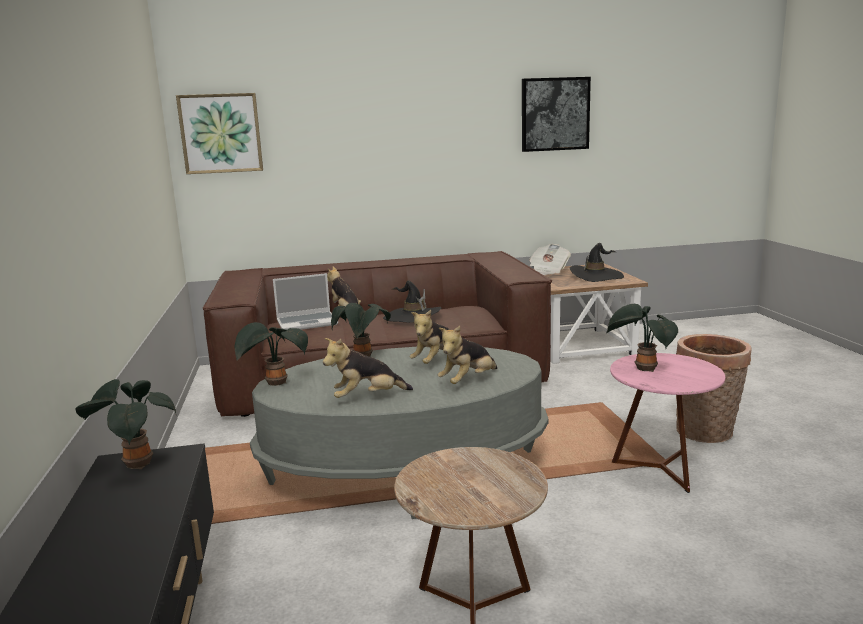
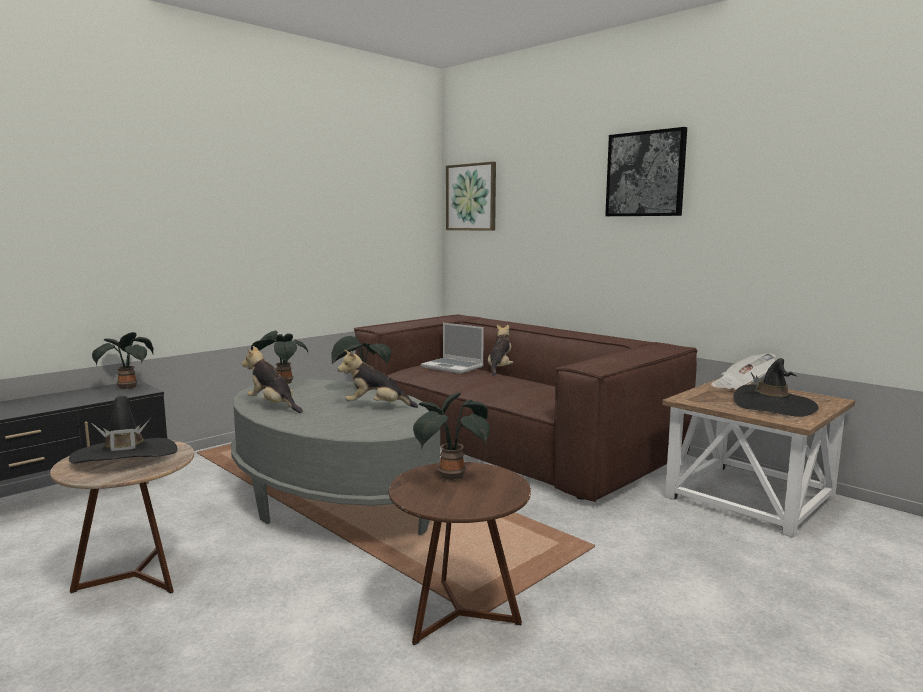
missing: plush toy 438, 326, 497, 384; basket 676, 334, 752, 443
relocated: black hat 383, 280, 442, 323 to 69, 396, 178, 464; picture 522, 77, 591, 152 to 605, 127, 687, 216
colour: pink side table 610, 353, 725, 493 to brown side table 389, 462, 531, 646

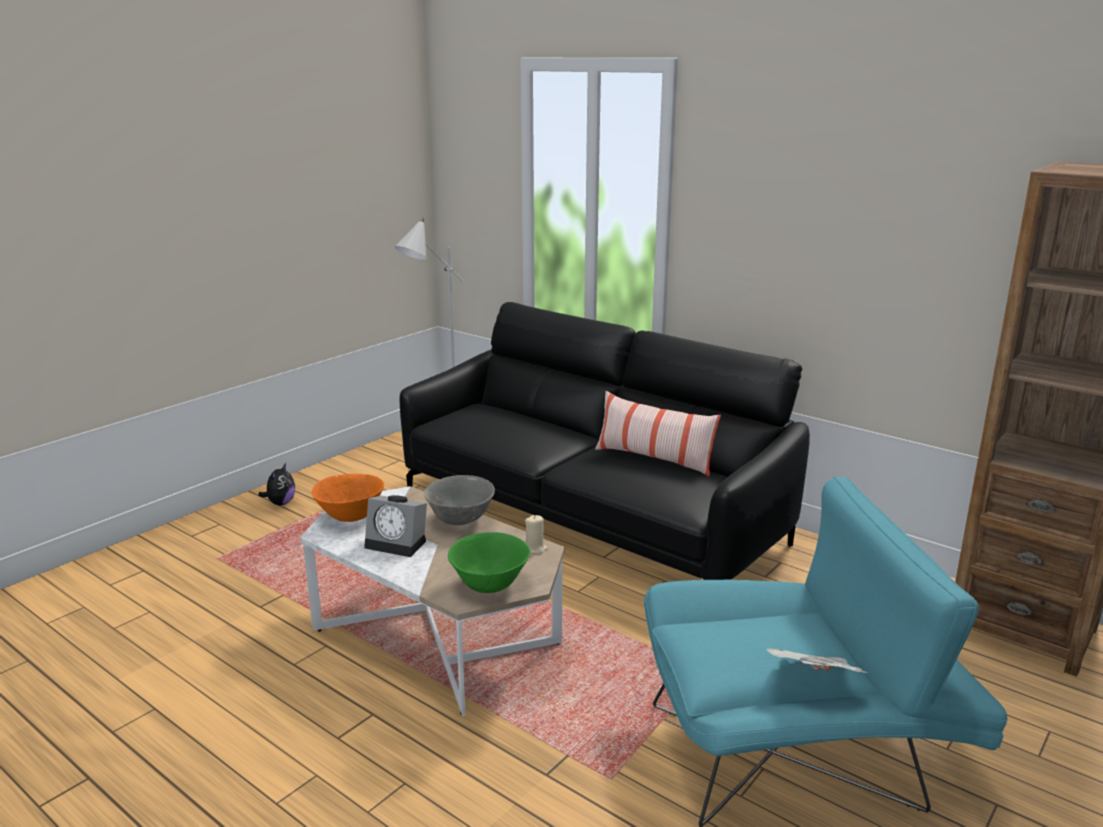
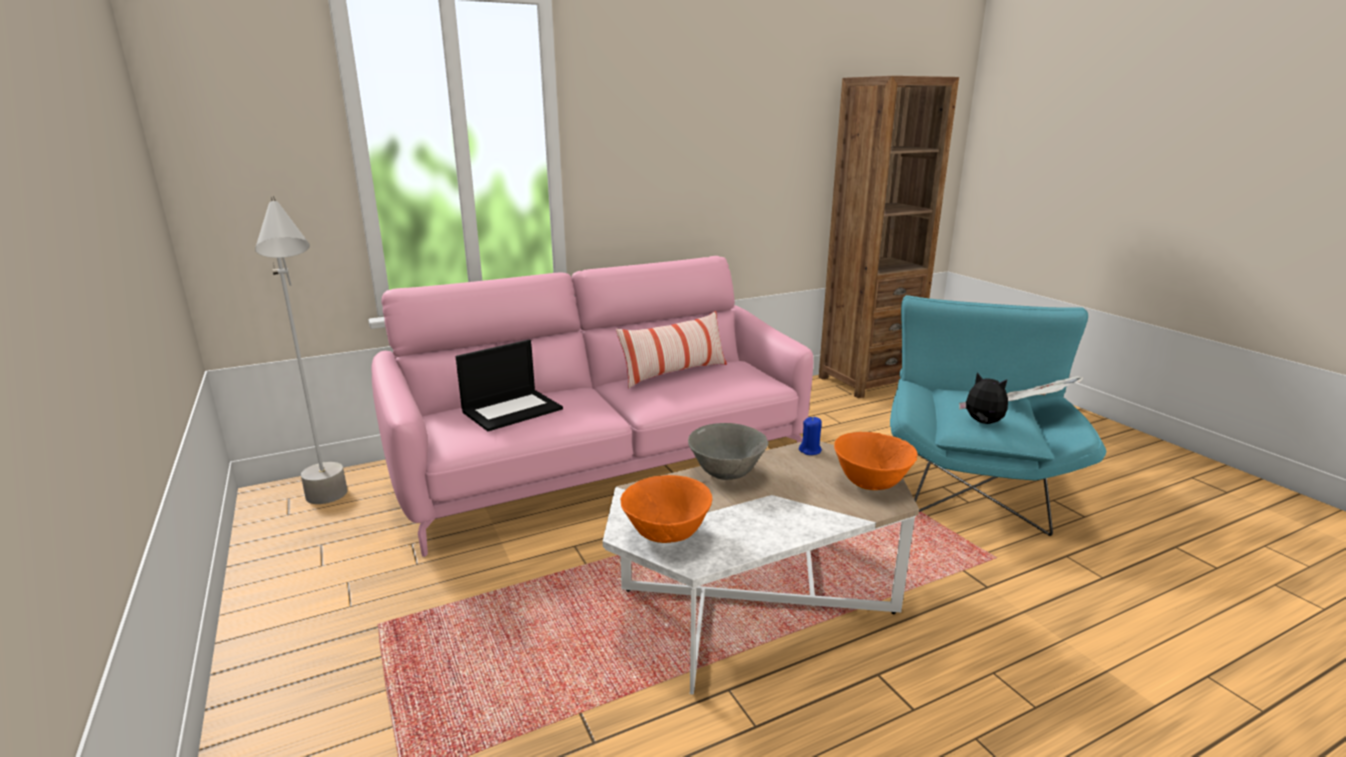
missing: alarm clock 364, 495, 427, 557
appeared: laptop 456, 340, 563, 431
relocated: plush toy 258, 463, 295, 505 to 959, 372, 1008, 424
colour: black sofa 400, 302, 810, 580 to pink sofa 372, 256, 813, 557; green bowl 448, 532, 531, 593 to orange bowl 834, 432, 917, 490; beige candle 525, 515, 548, 554 to blue candle 799, 417, 822, 455

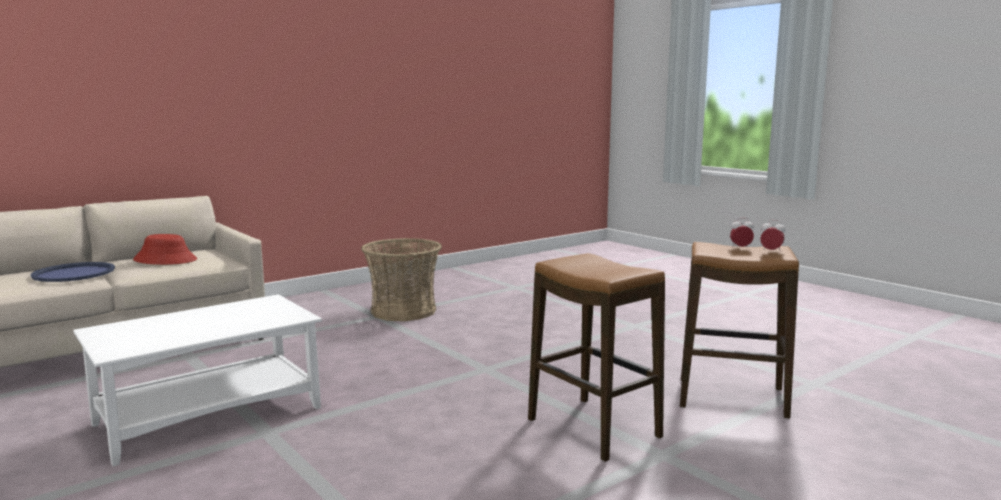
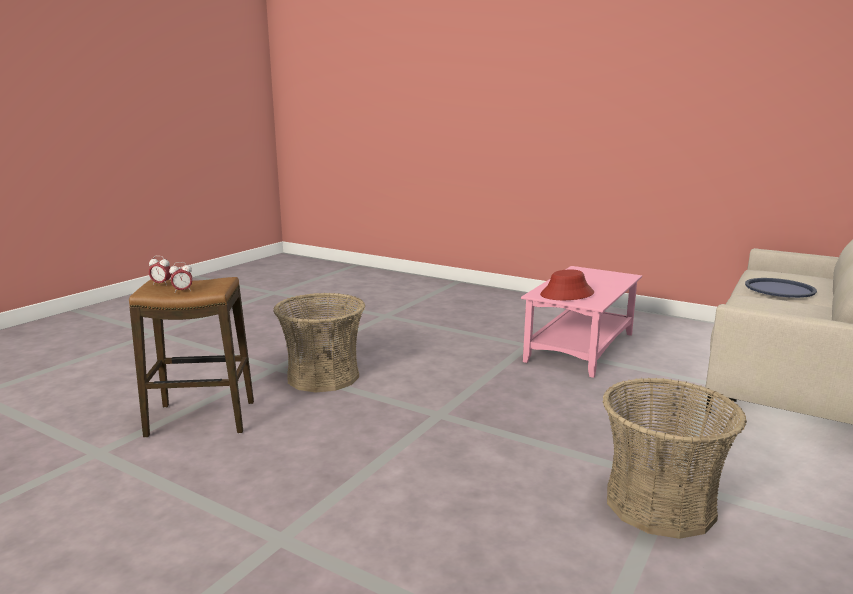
relocated: red hat 133, 234, 197, 265 to 540, 269, 594, 300
exchanged: stool 528, 253, 665, 462 to basket 273, 293, 365, 392
colour: white coffee table 73, 294, 322, 466 to pink coffee table 521, 266, 642, 378

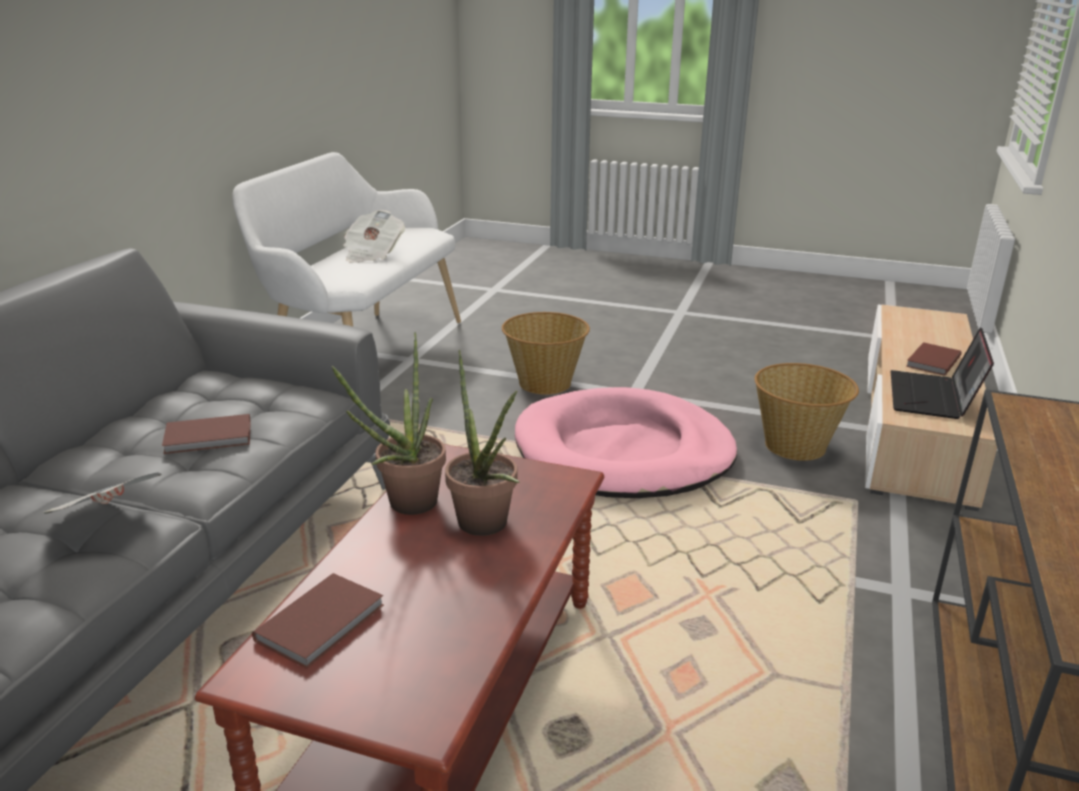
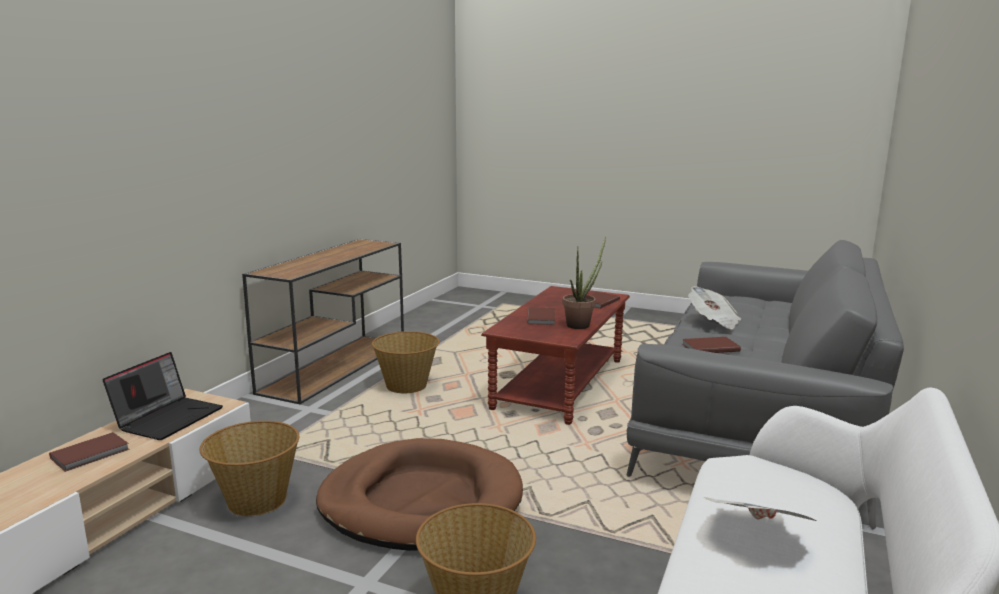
appeared: basket 372, 331, 440, 393
exchanged: potted plant 445, 350, 520, 536 to brown book 527, 307, 555, 325
colour: pink dog bed 515, 387, 737, 498 to brown dog bed 316, 438, 523, 551

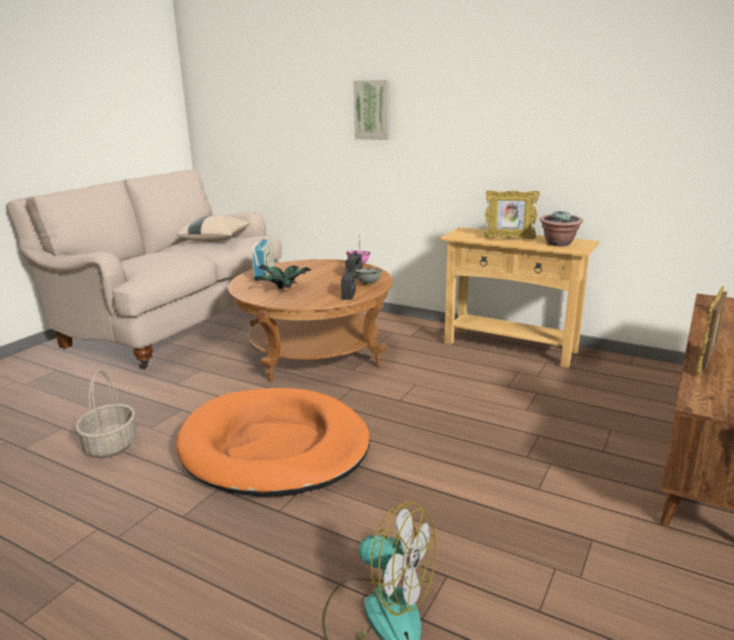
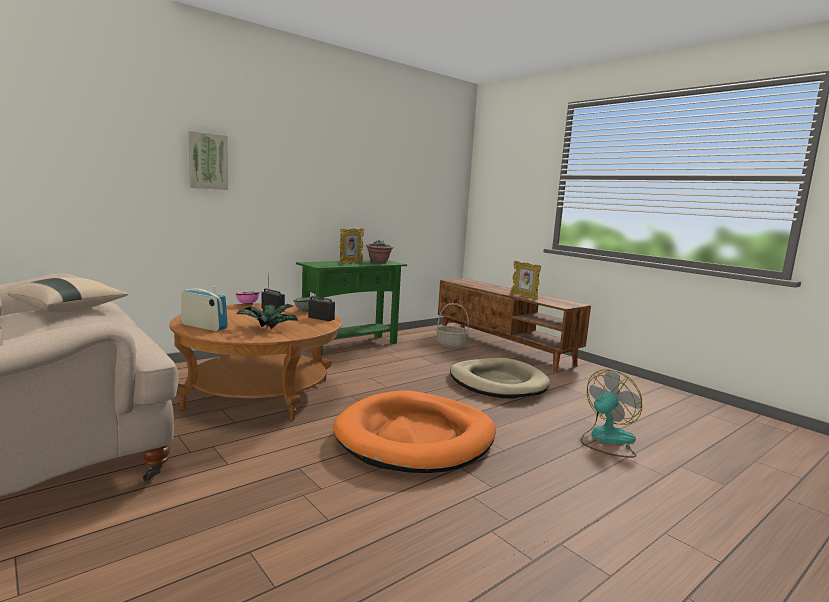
appeared: beige dog bed 450, 358, 550, 399
relocated: basket 75, 370, 136, 458 to 436, 303, 470, 349
colour: beige console table 439, 227, 599, 368 to green console table 296, 260, 407, 356

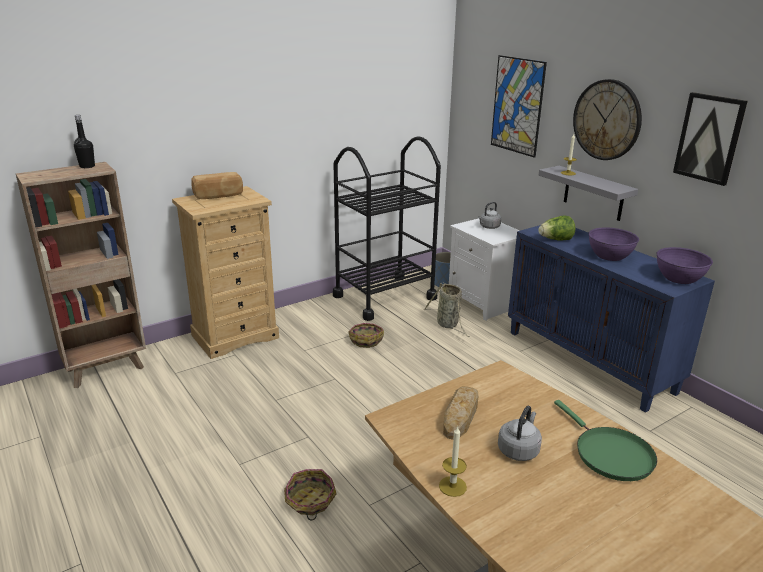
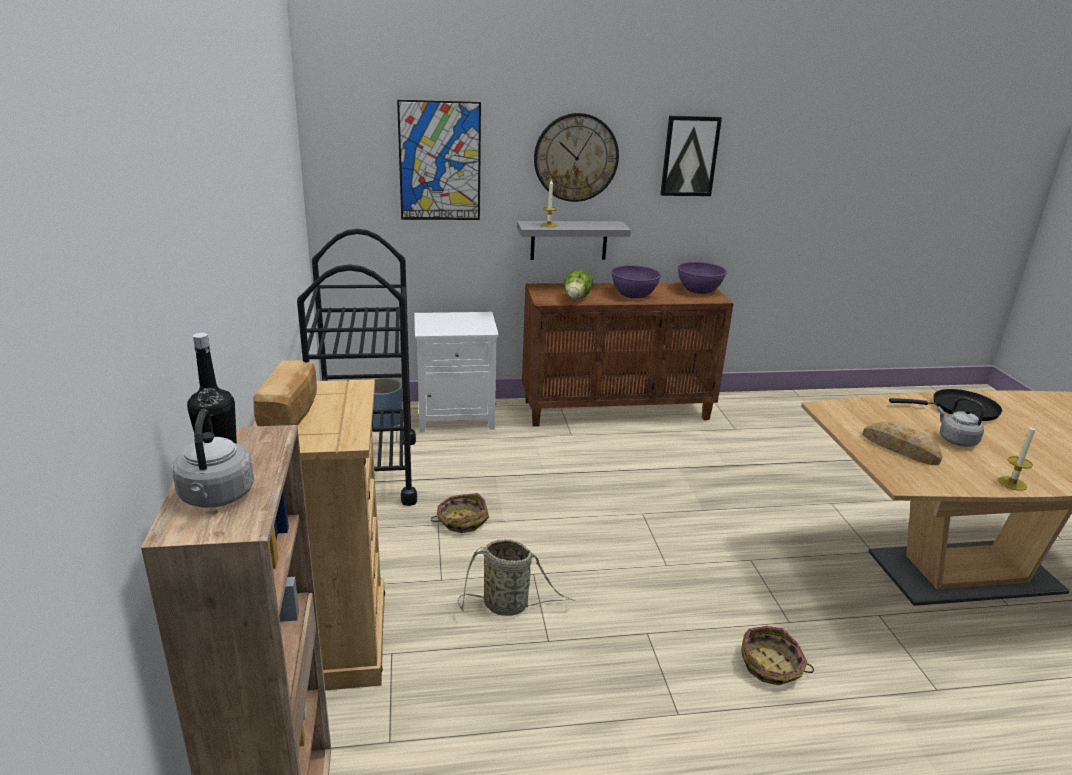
relocated: basket 424, 283, 469, 337 to 458, 539, 575, 616; grey kettle 478, 202, 501, 229 to 173, 409, 254, 508
colour: blue cabinet 508, 225, 715, 413 to brown cabinet 522, 282, 734, 426; green frying pan 554, 400, 657, 481 to black frying pan 889, 389, 1002, 421

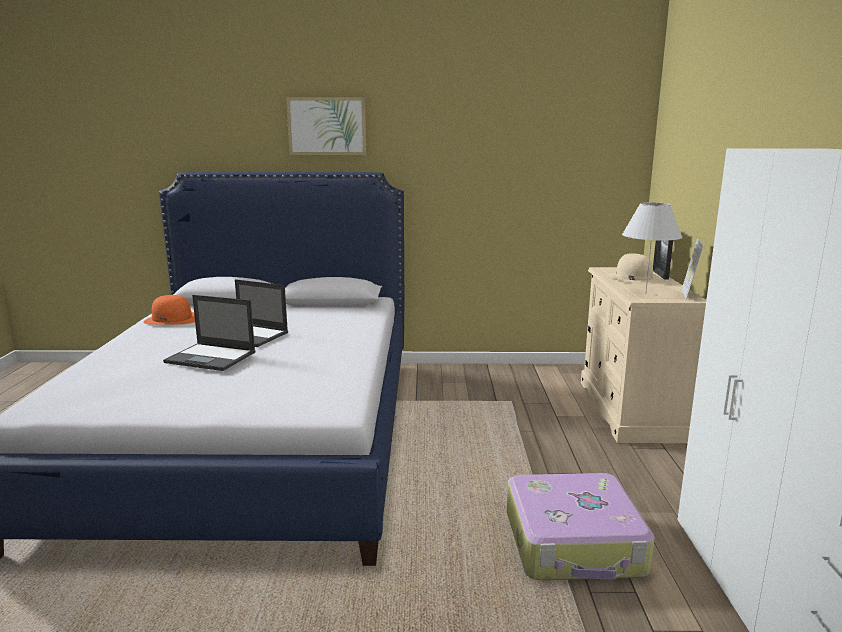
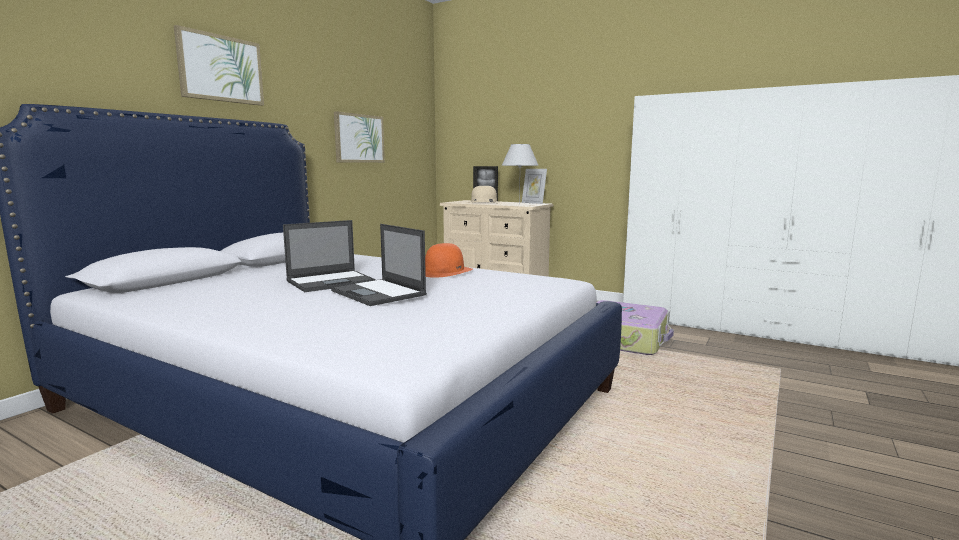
appeared: picture 334, 111, 385, 163
relocated: orange hat 144, 295, 195, 325 to 425, 243, 473, 278
spun: laptop 163, 295, 256, 371 = 331, 224, 427, 306 90 degrees clockwise

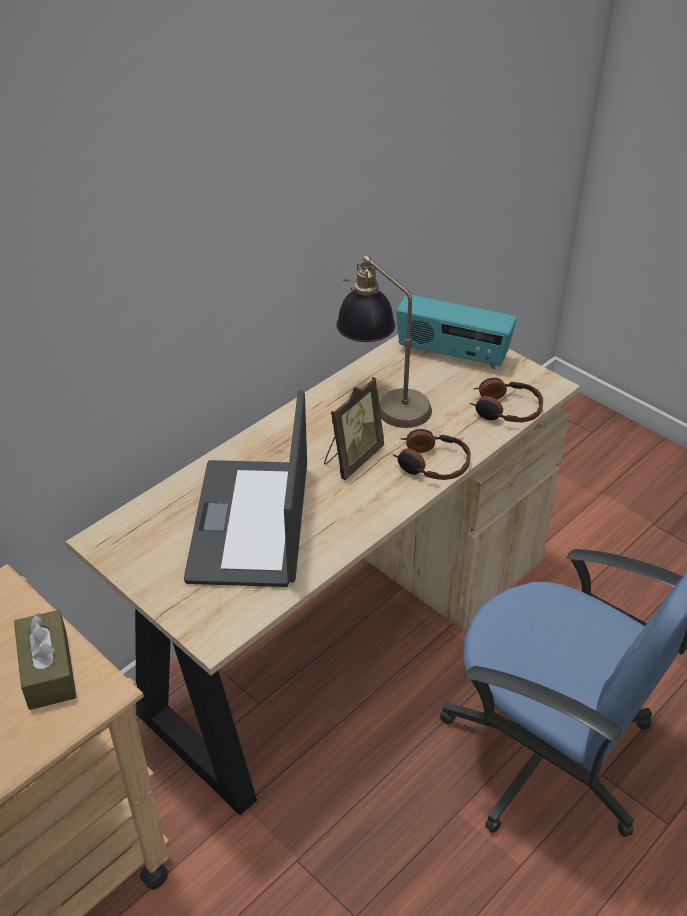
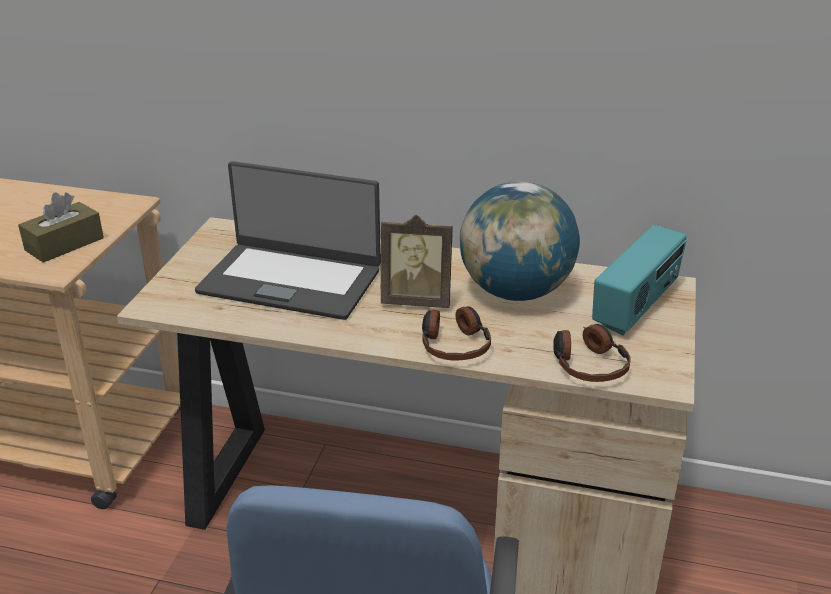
exchanged: table lamp 336, 255, 432, 428 to globe 460, 181, 580, 301
spun: laptop 184, 390, 307, 587 = 195, 161, 381, 320 135 degrees counterclockwise; radio 396, 295, 517, 369 = 592, 225, 686, 335 135 degrees counterclockwise

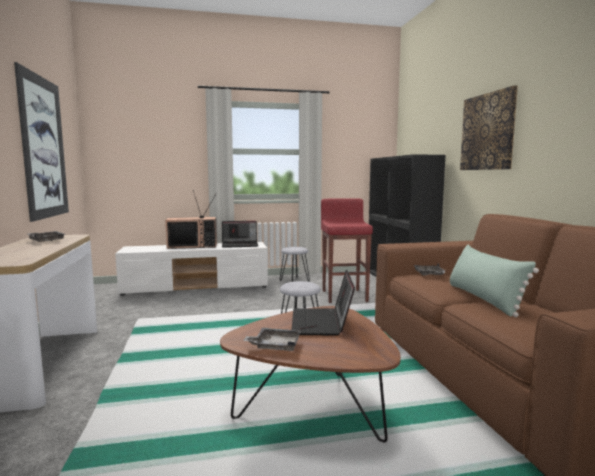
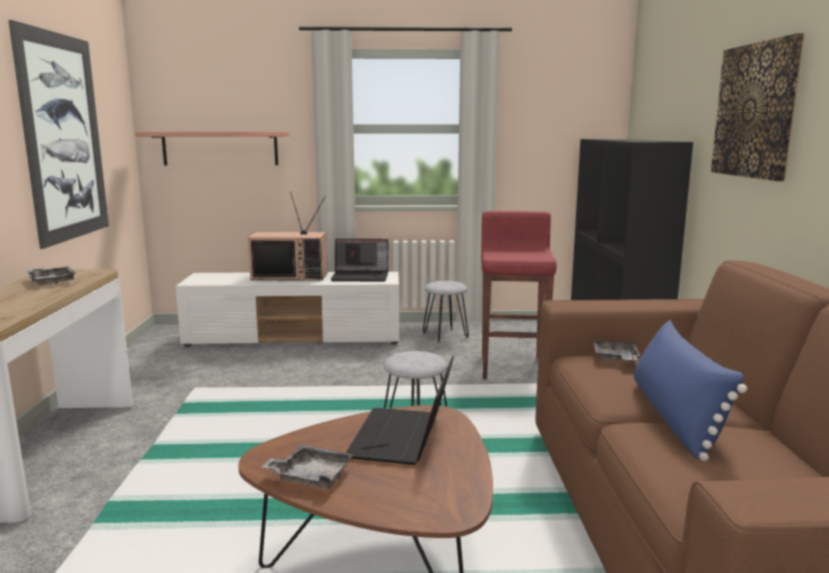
appeared: shelf 135, 131, 289, 165
colour: green pillow 450, 245, 539, 317 to blue pillow 634, 320, 747, 461

